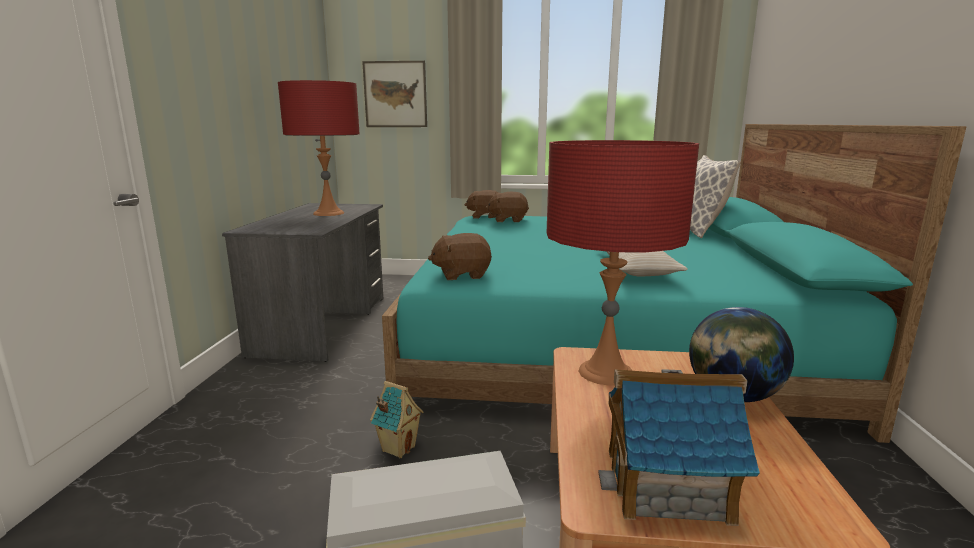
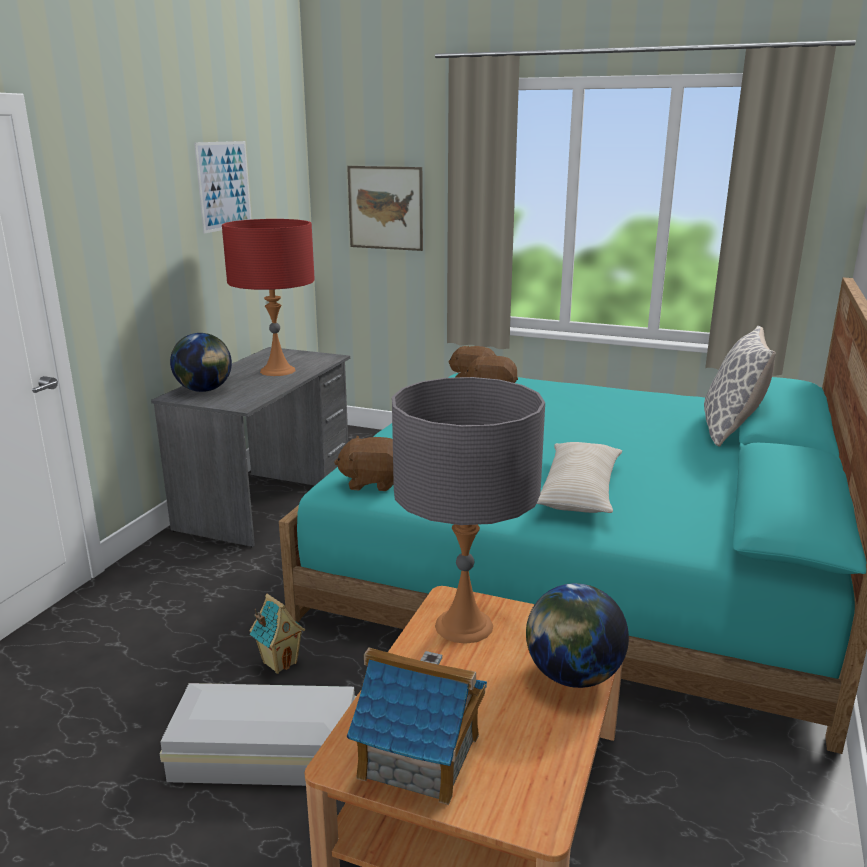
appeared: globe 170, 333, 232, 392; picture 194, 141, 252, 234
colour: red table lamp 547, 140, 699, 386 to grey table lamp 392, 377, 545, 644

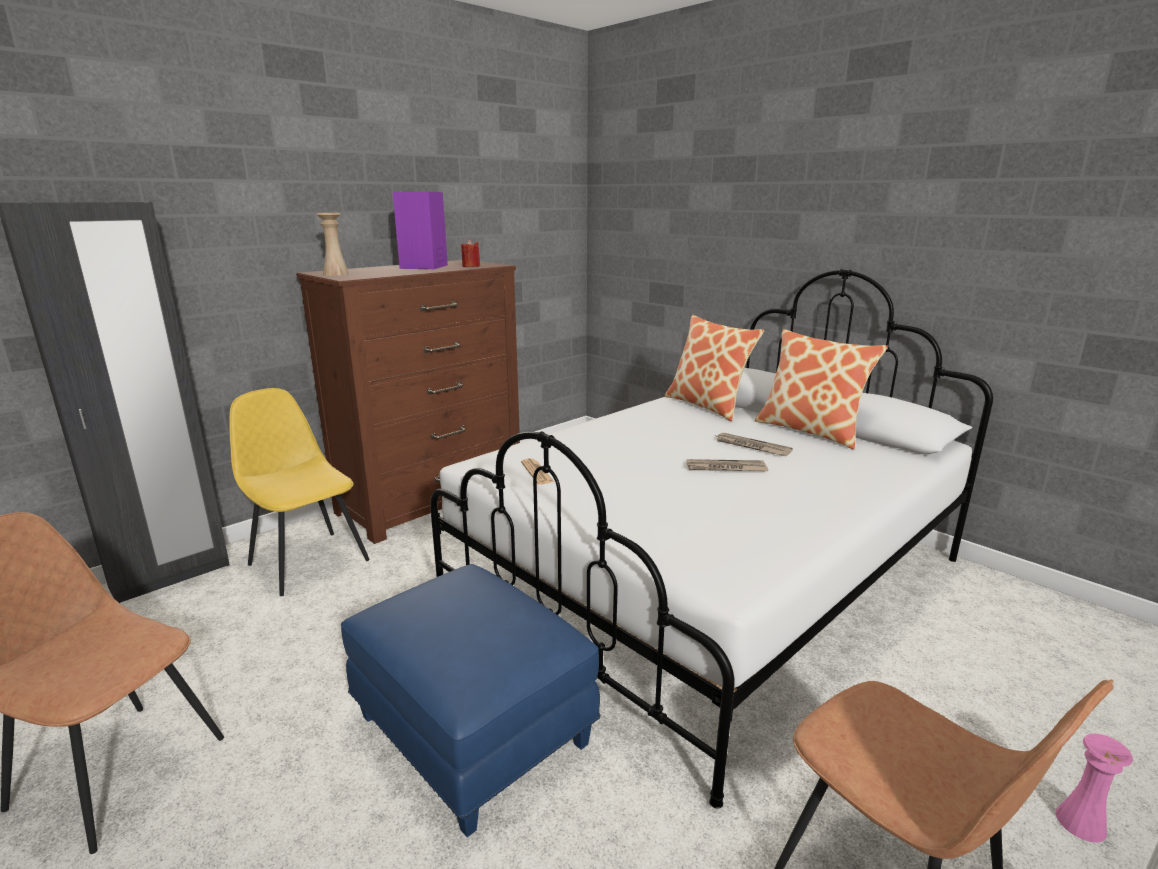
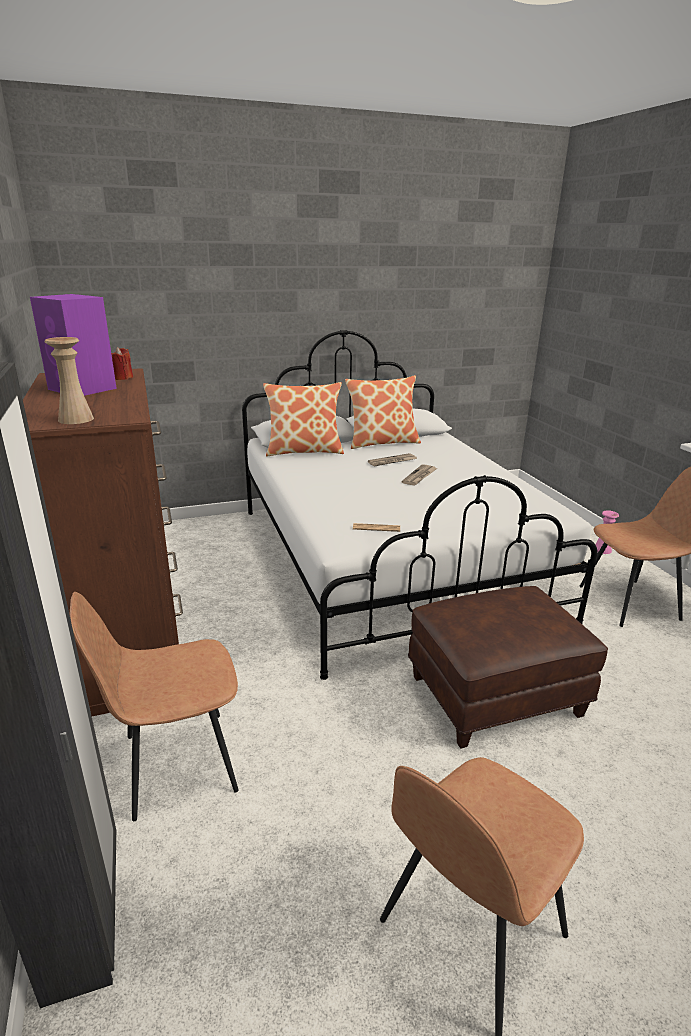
colour: yellow chair 230, 388, 370, 596 to brown chair 70, 592, 239, 821; blue ottoman 341, 564, 601, 837 to brown ottoman 408, 586, 608, 749

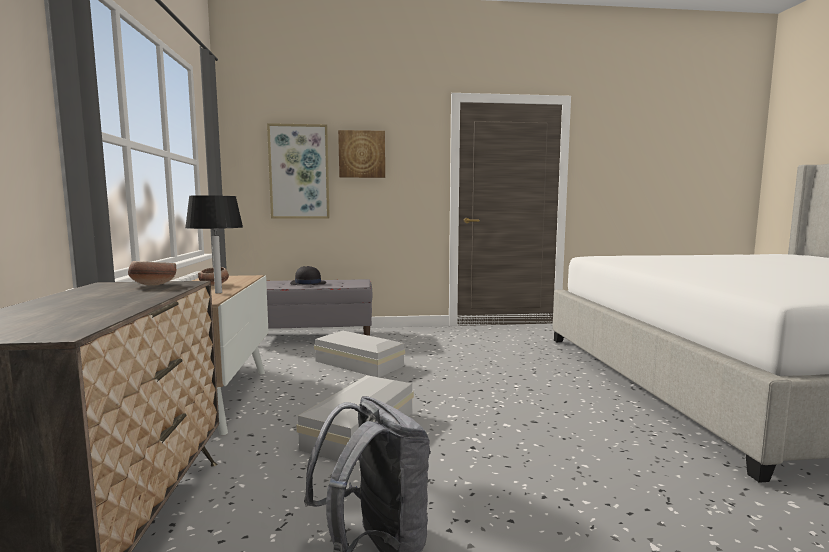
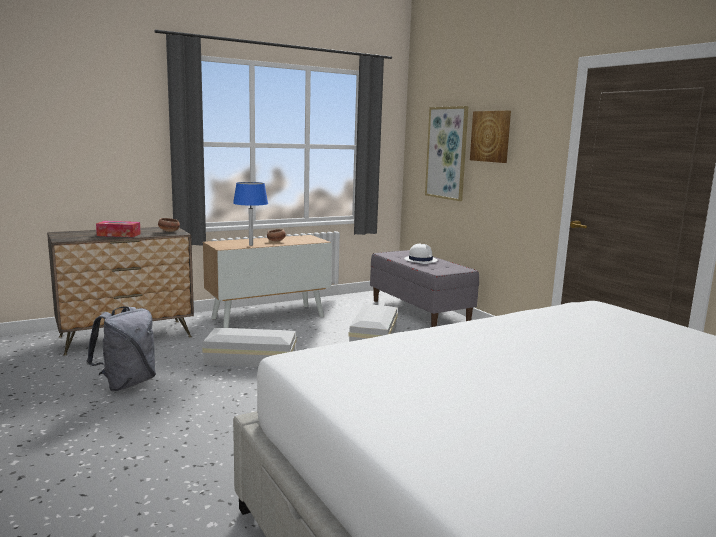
appeared: tissue box 96, 221, 141, 237
colour: black table lamp 185, 195, 243, 293 to blue table lamp 233, 182, 268, 246; black hat 290, 266, 326, 285 to white hat 404, 243, 438, 264

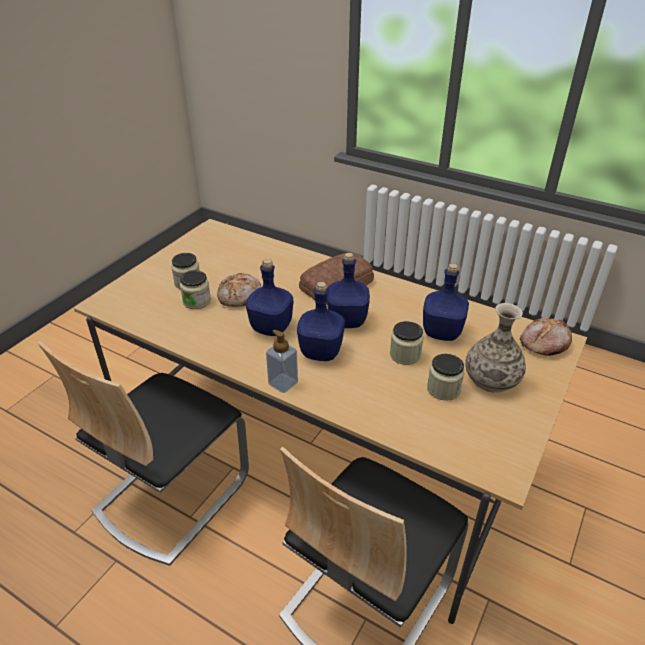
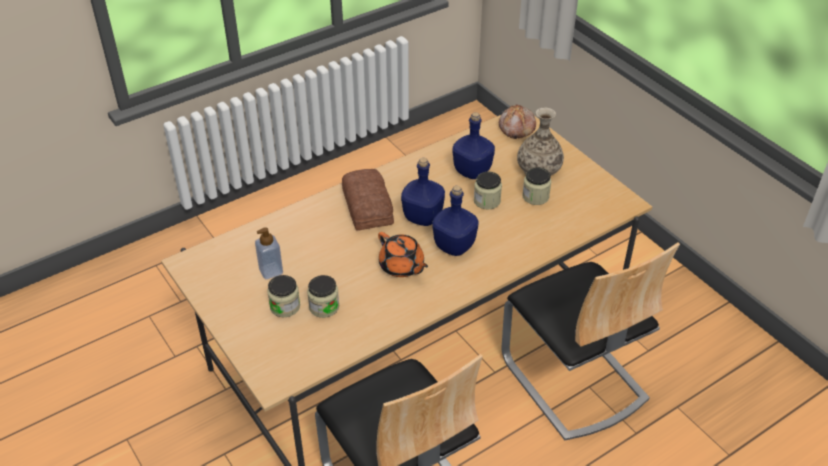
missing: bread 217, 273, 262, 307
relocated: soap dispenser 266, 329, 298, 393 to 255, 227, 283, 279
exchanged: blue bottle 246, 259, 293, 336 to orange teapot 378, 232, 428, 277

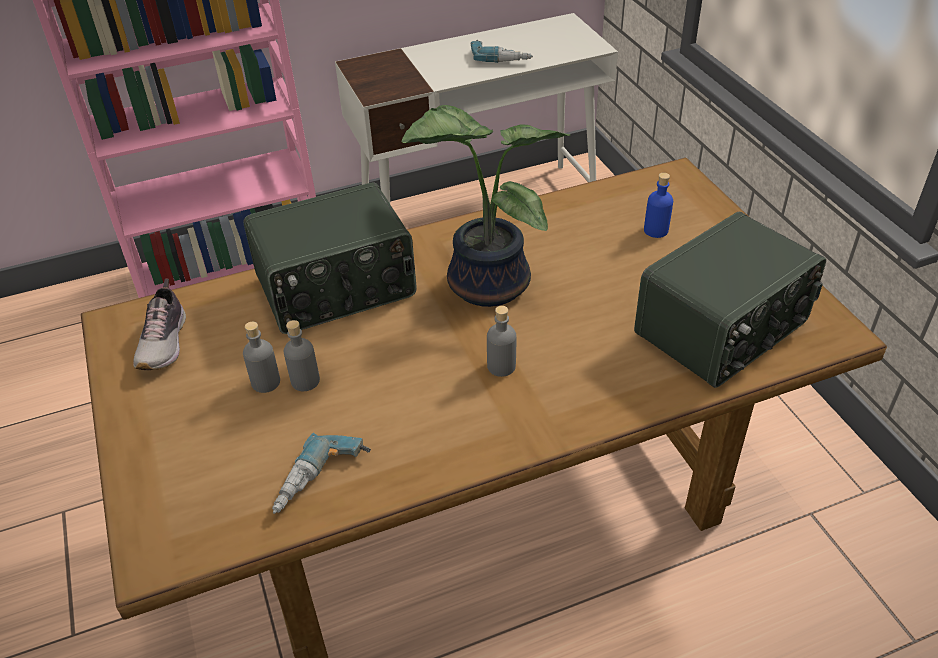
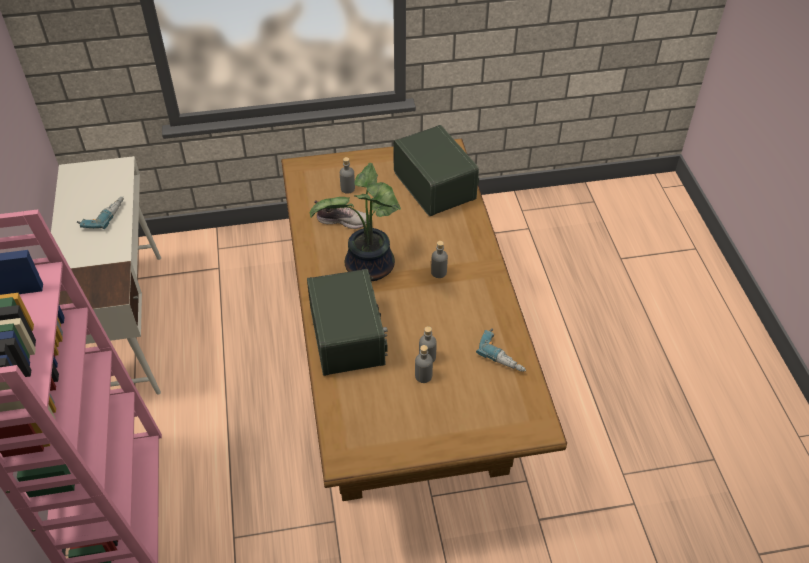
relocated: shoe 133, 279, 186, 370 to 314, 200, 369, 229
colour: blue bottle 644, 173, 673, 238 to grey bottle 340, 157, 355, 194

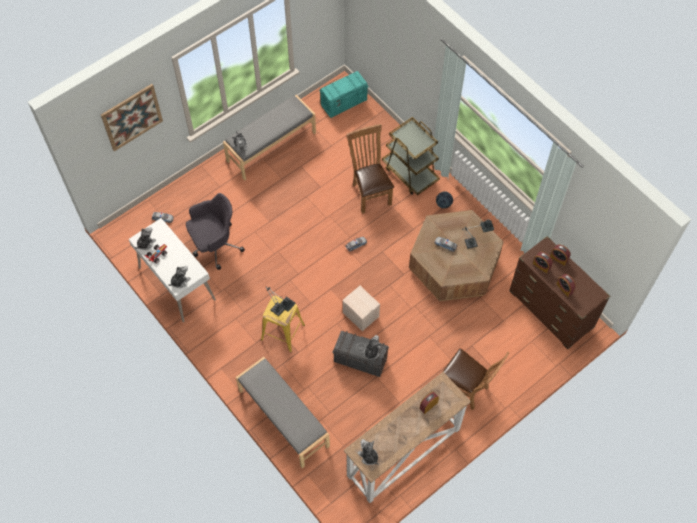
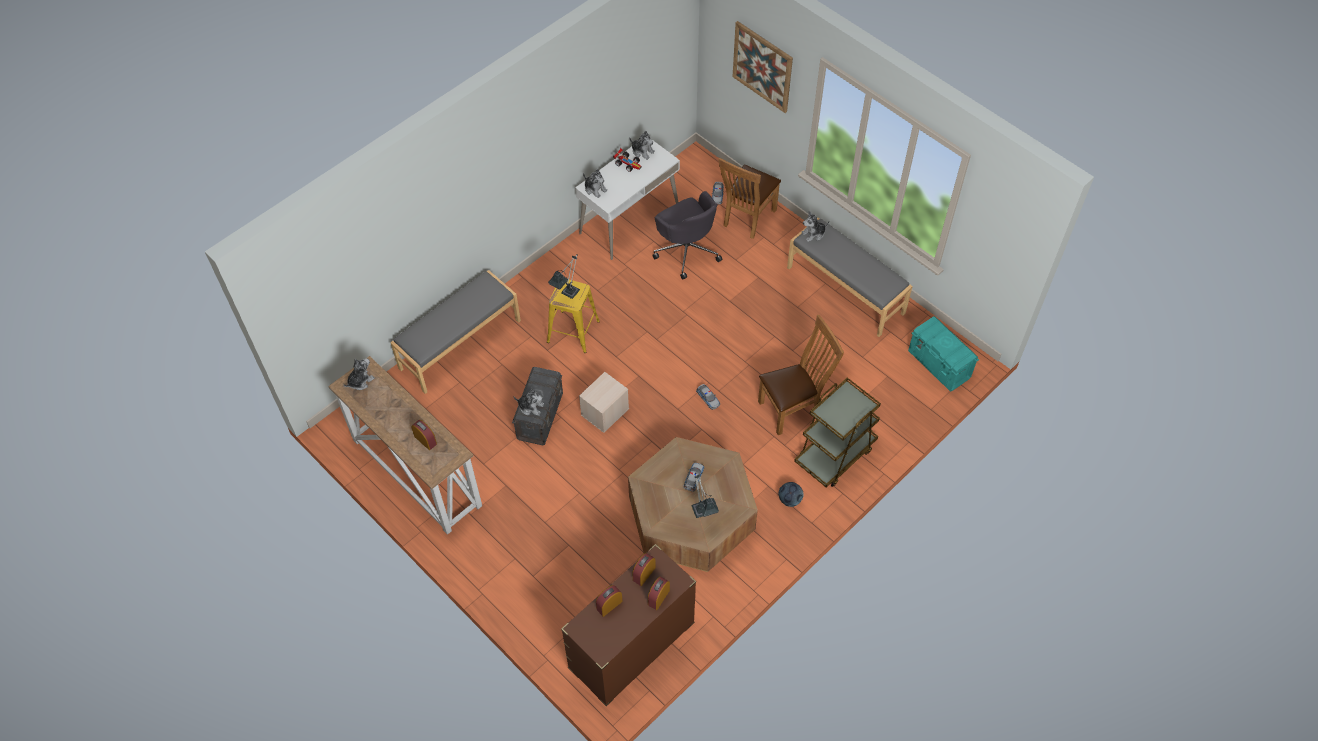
relocated: brown chair 443, 348, 509, 410 to 718, 158, 781, 239

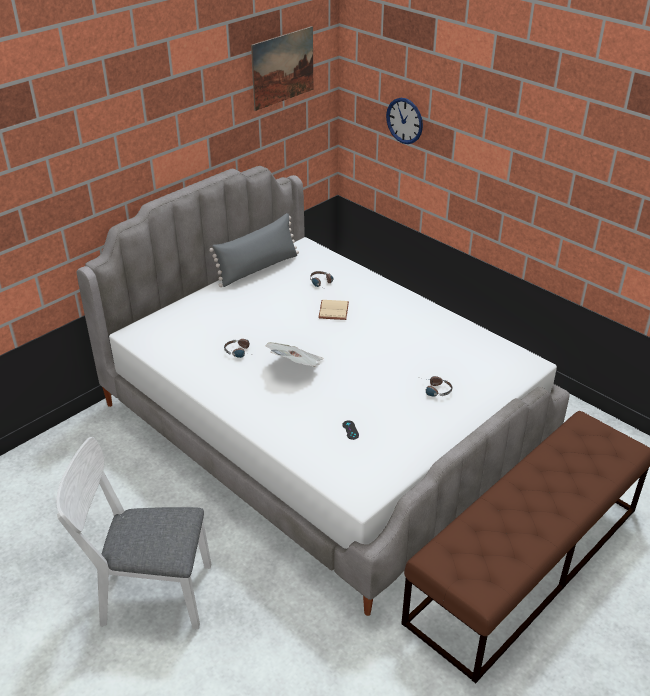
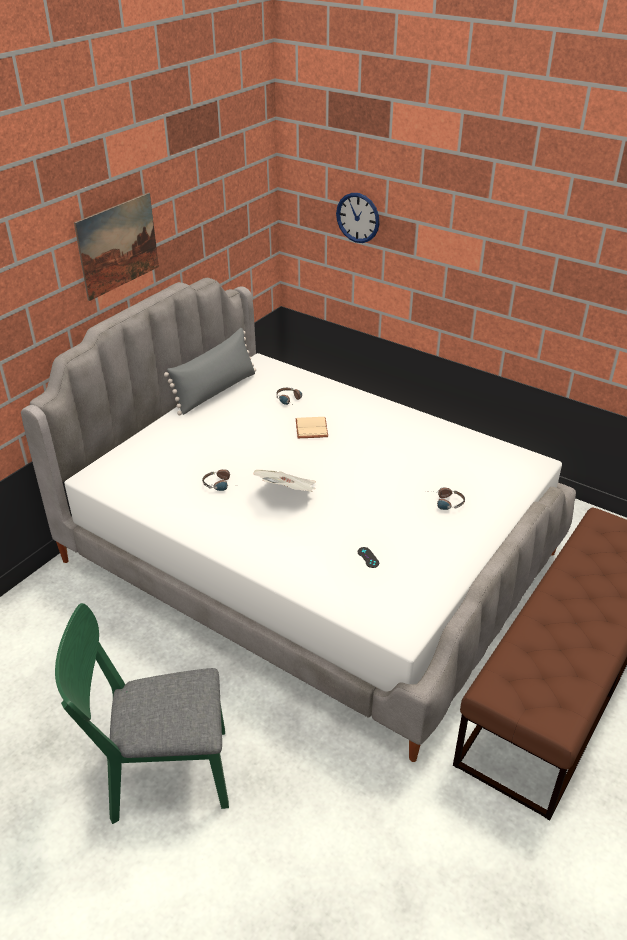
relocated: picture 251, 26, 313, 111 to 74, 192, 159, 301
colour: white chair 56, 437, 211, 629 to green chair 55, 603, 229, 824

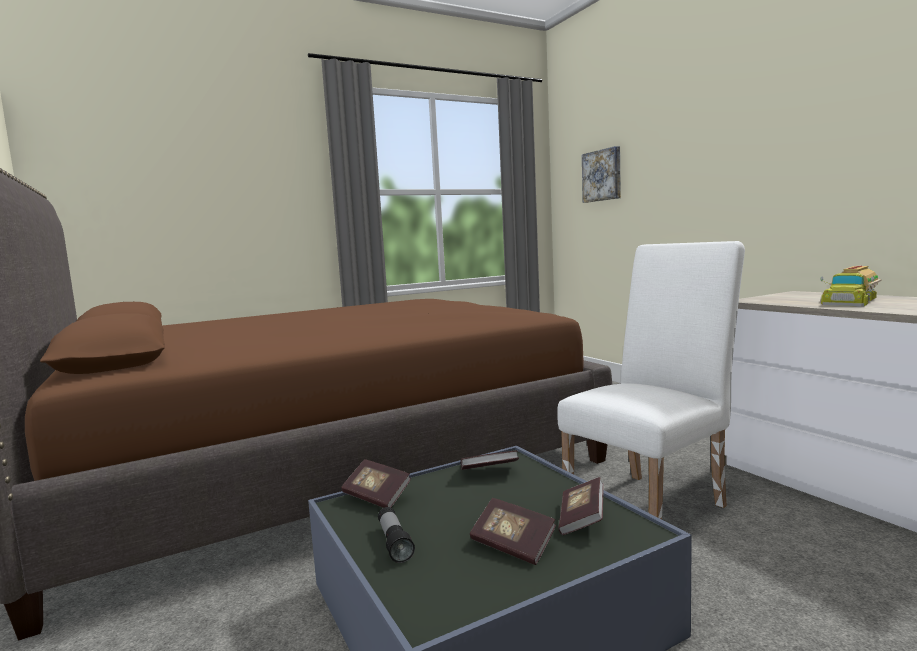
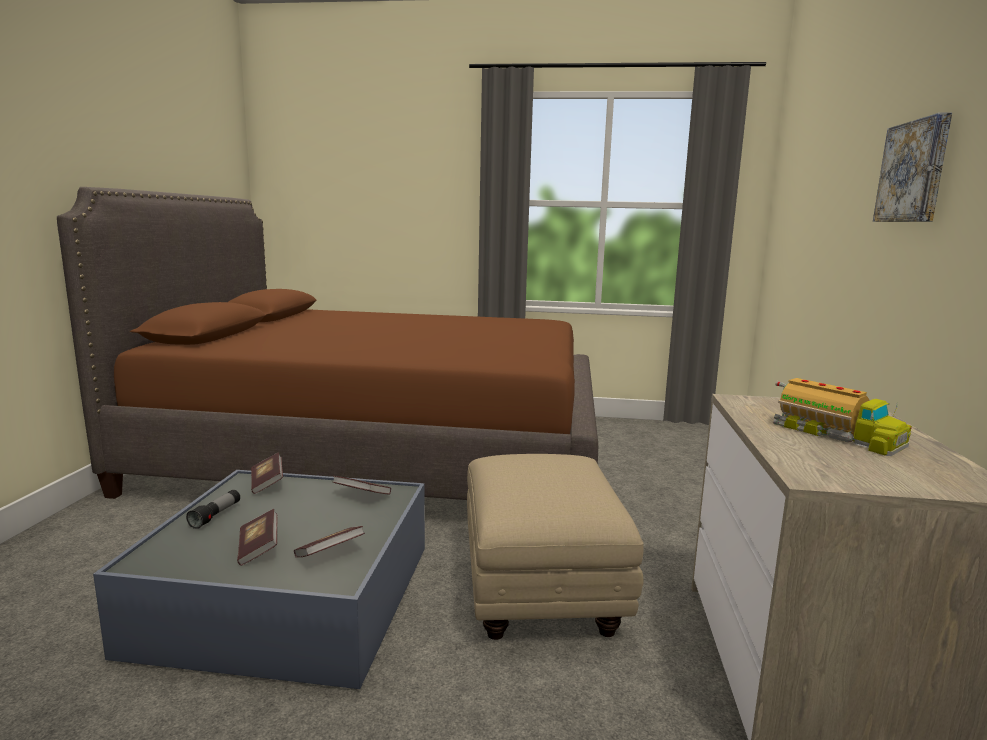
relocated: picture 582, 146, 621, 203 to 873, 113, 952, 222
exchanged: white chair 557, 241, 745, 519 to beige ottoman 467, 454, 644, 640
spun: toy truck 820, 266, 881, 307 = 773, 378, 912, 456 120 degrees counterclockwise

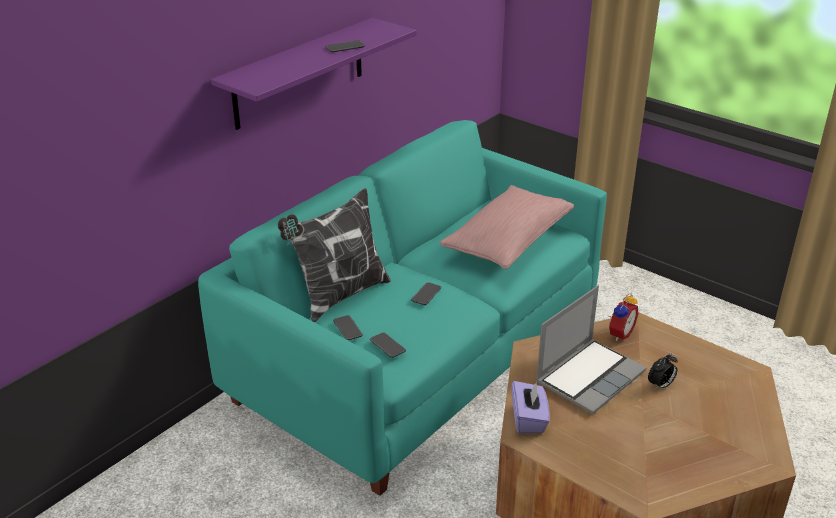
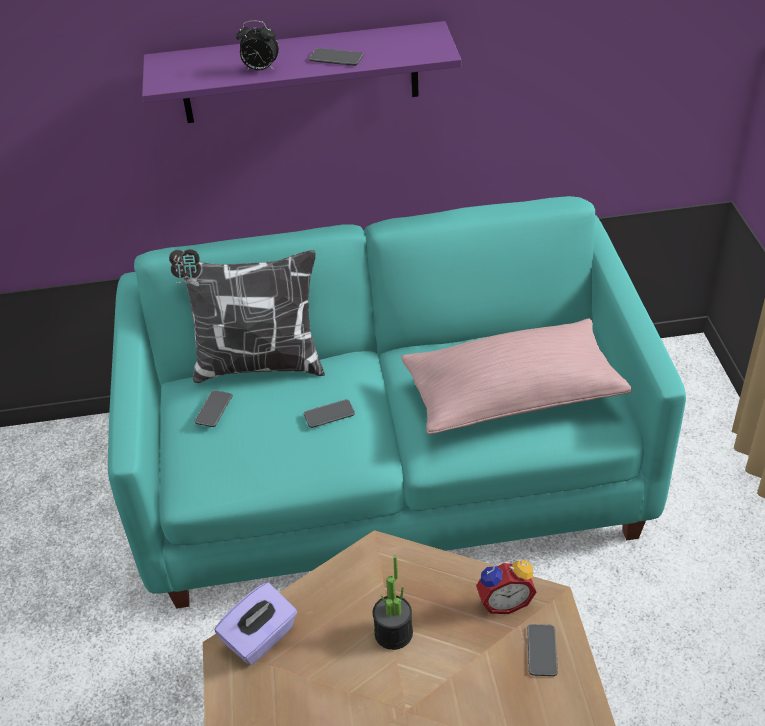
relocated: phone 370, 332, 406, 358 to 527, 624, 558, 676; alarm clock 648, 353, 678, 390 to 236, 21, 279, 71
exchanged: laptop 536, 286, 647, 414 to potted plant 373, 556, 413, 650

